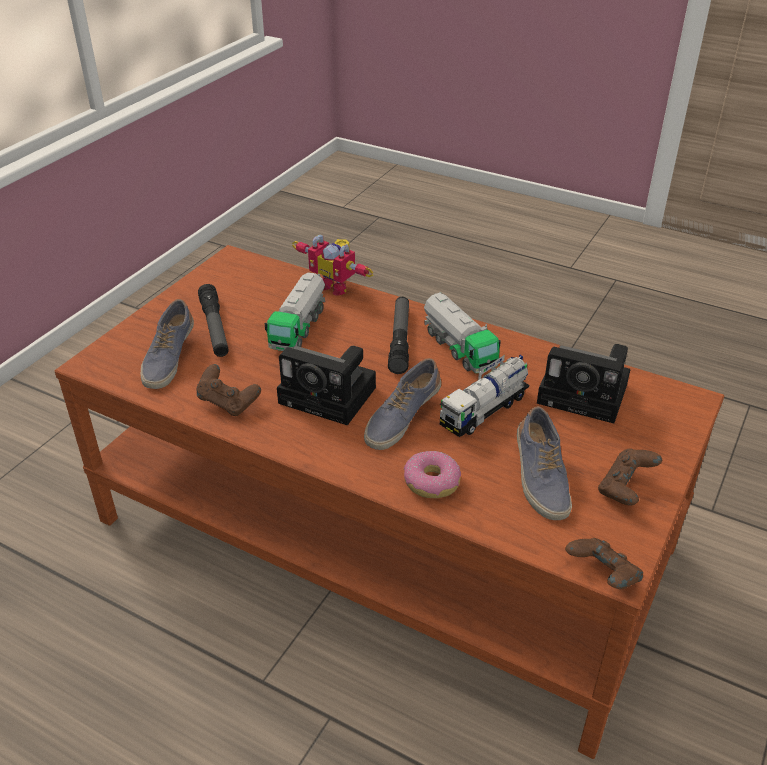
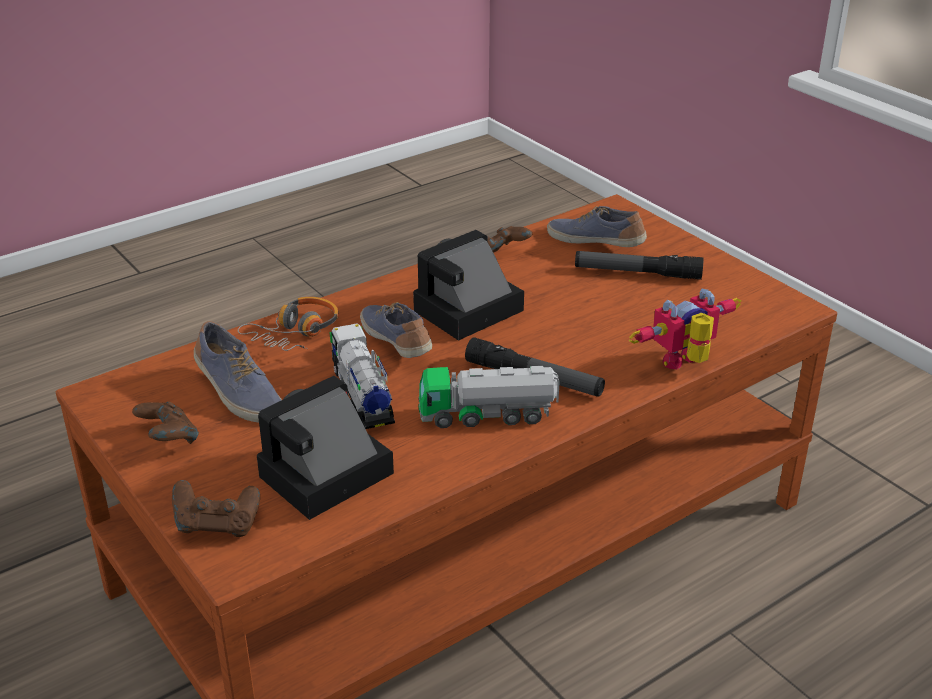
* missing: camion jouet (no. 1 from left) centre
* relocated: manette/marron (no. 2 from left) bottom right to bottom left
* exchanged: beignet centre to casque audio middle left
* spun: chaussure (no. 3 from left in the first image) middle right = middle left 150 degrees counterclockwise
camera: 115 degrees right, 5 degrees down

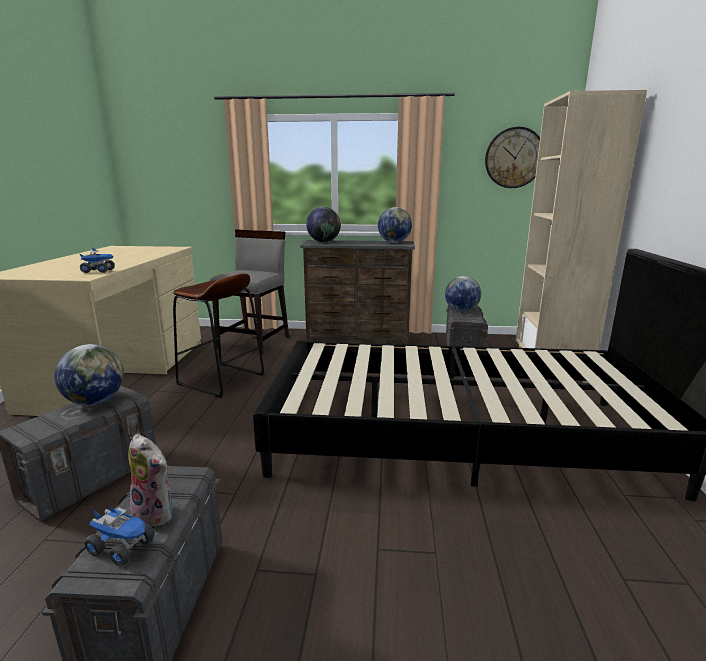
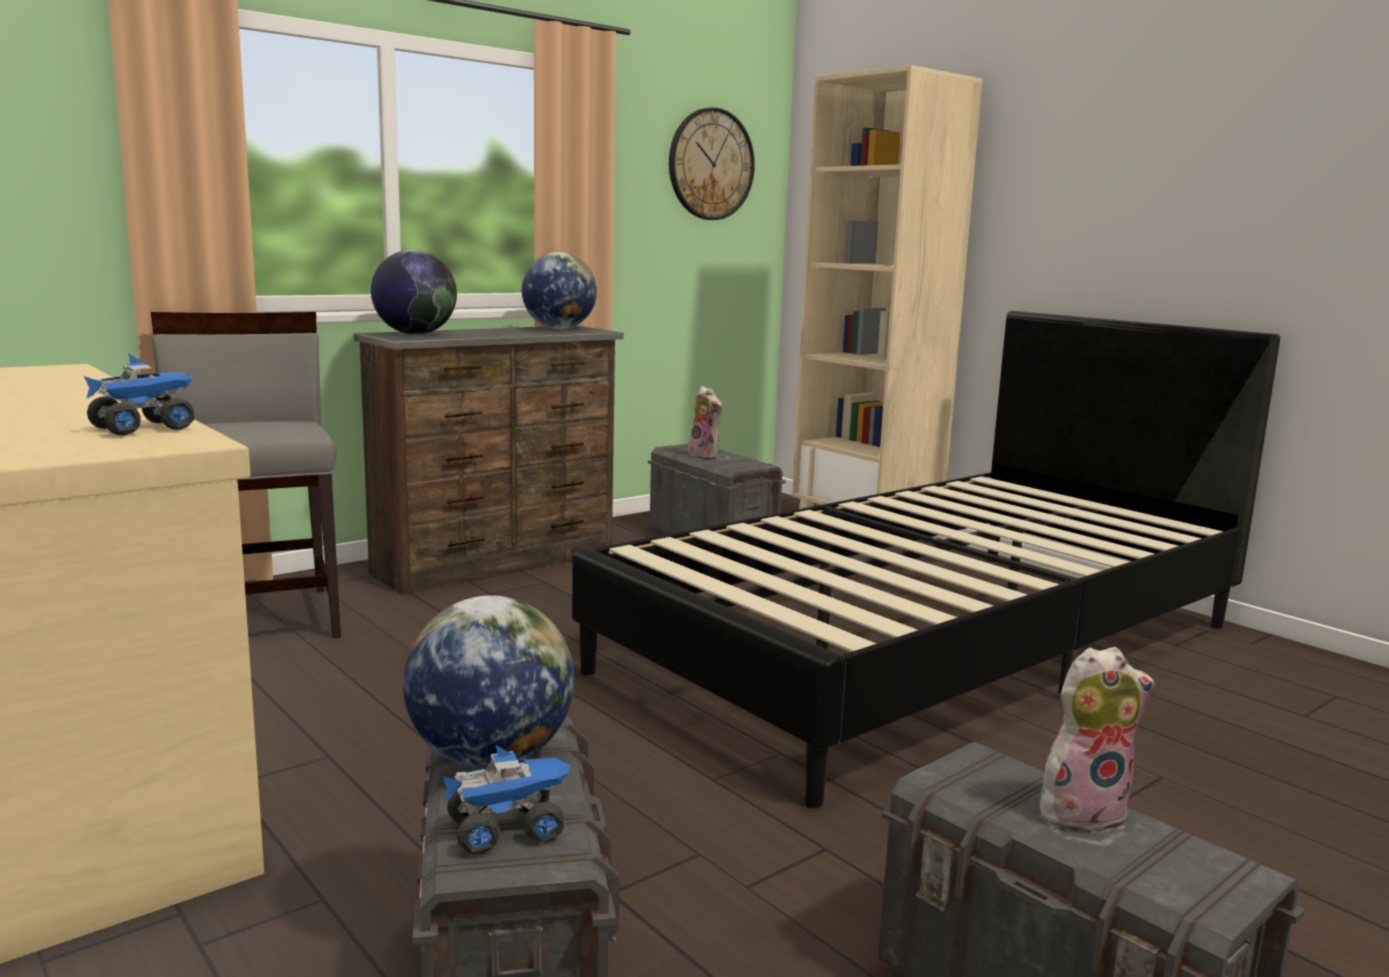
* missing: tabouret/marron middle left
* relocated: camion jouet (no. 2 from left) bottom left to bottom centre
* exchanged: globe (no. 4 from left) centre to peluche (no. 1 from left) centre
camera: 45 degrees left, 5 degrees down

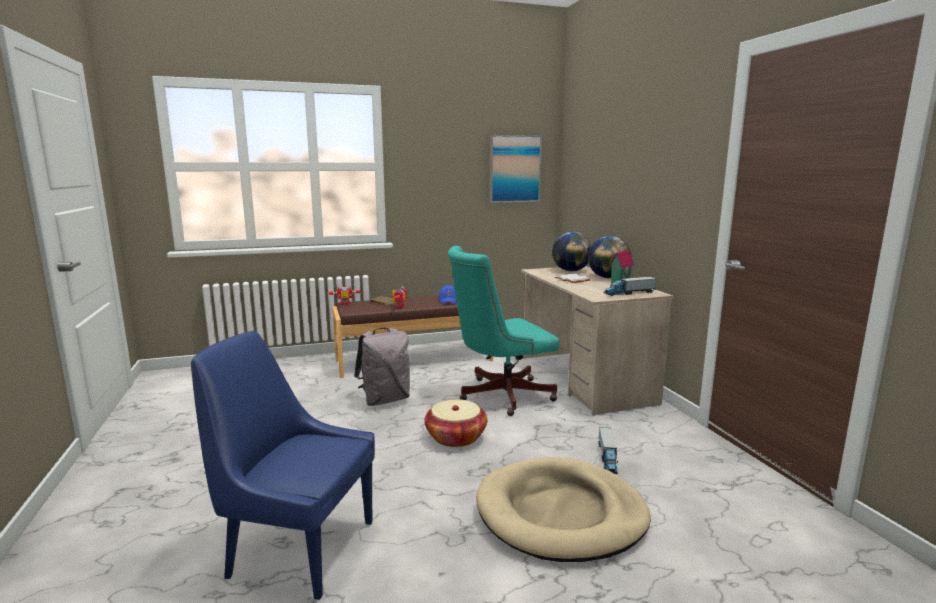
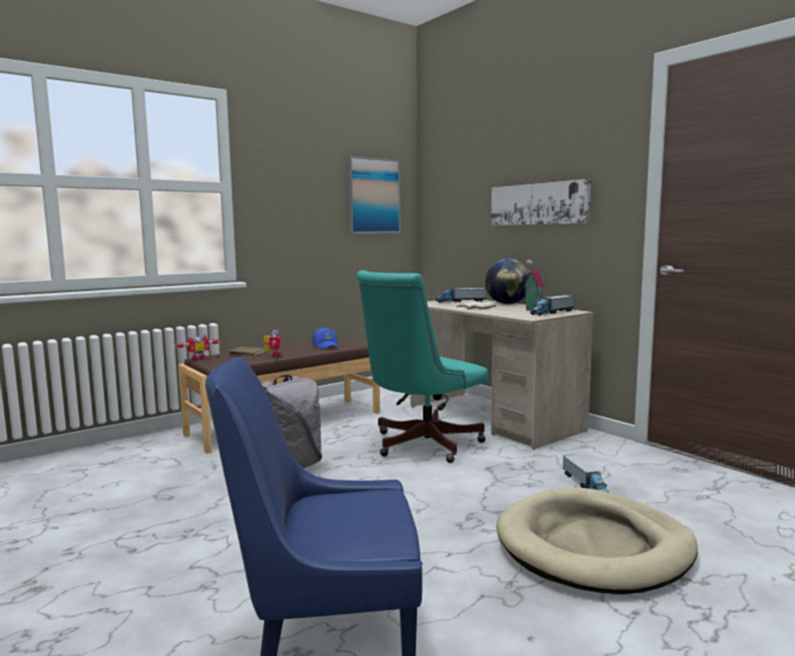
* missing: panier bottom centre
* appeared: tableau (no. 2 from left) top right
* exchanged: globe (no. 1 from left) centre to camion jouet (no. 1 from left) centre
camera: 20 degrees left, 5 degrees down

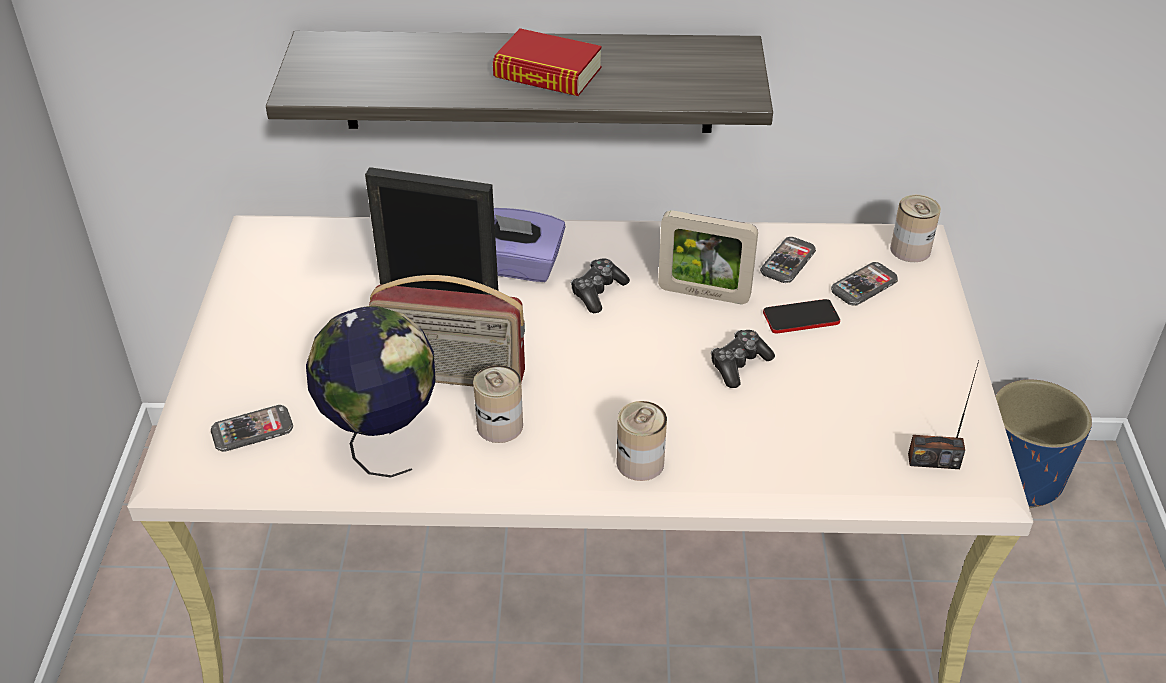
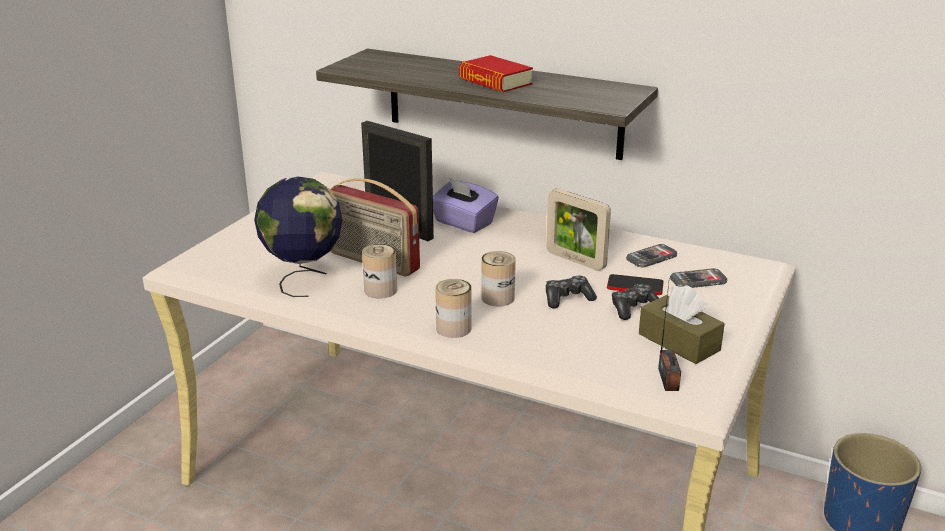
* missing: téléphone (no. 1 from left) middle left
* appeared: boîte à mouchoirs/marron middle right
* relocated: manette (no. 1 from left in the first image) centre to manette (no. 2 from left) middle right
* relocated: boîte métallique (no. 3 from left) middle right to centre
* spun: radio (no. 2 from left) middle right = middle right 120 degrees counterclockwise
camera: 25 degrees right, 15 degrees down

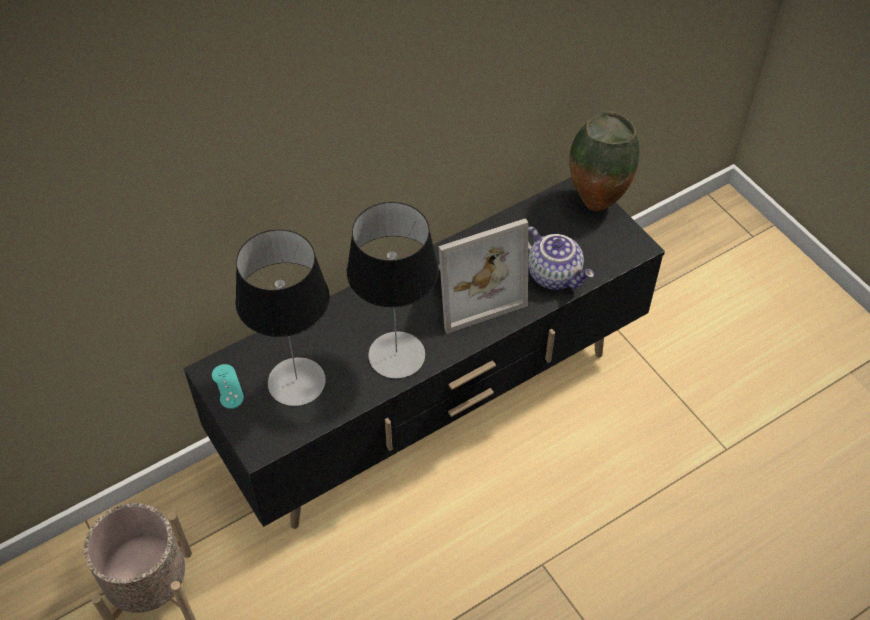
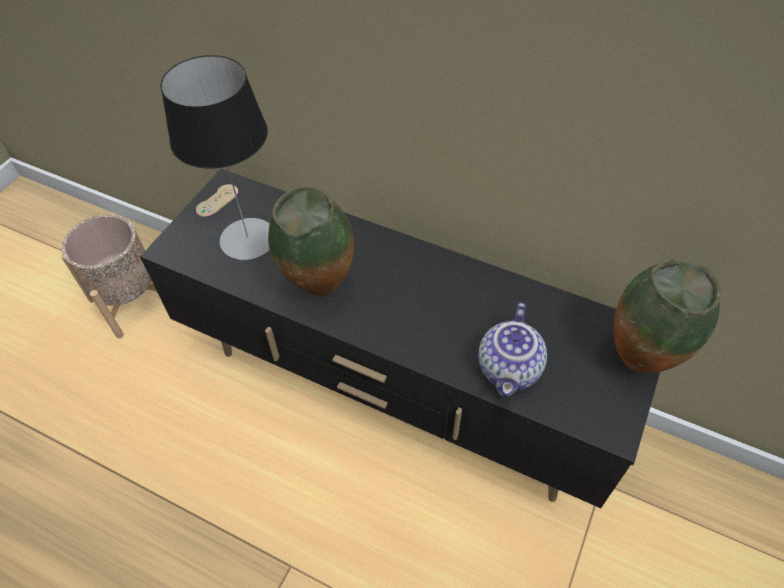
* missing: cadre photo centre
* exchanged: lampe de table (no. 2 from left) centre to vase (no. 1 from left) centre
* colour: manette/turquoise middle left to manette/beige middle left
camera: 60 degrees right, 0 degrees up

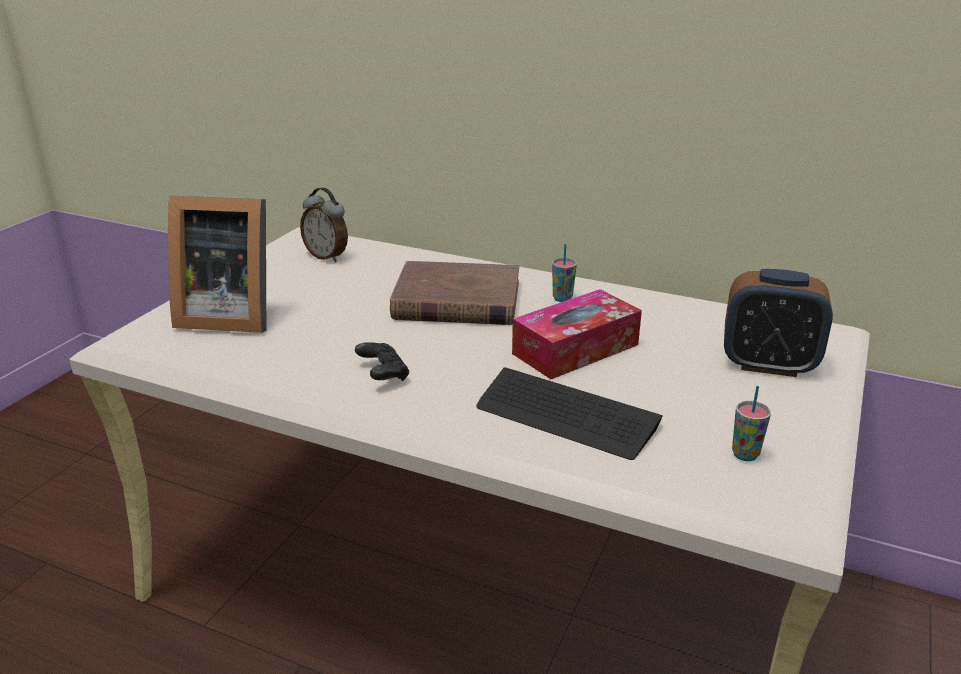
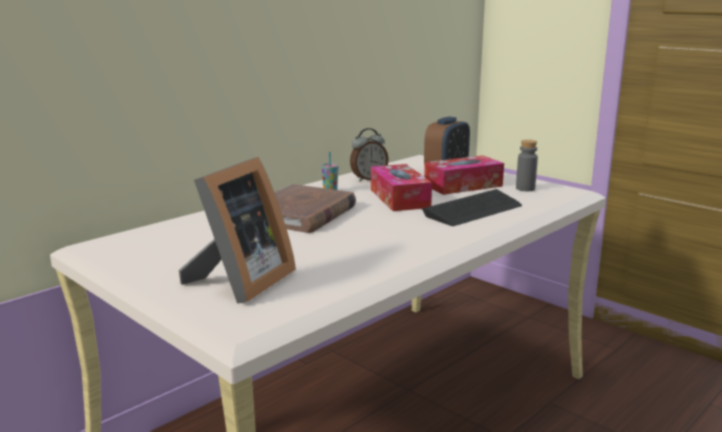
* missing: manette/noir centre
* appeared: boîte à mouchoirs (no. 2 from left) centre
* relocated: réveil (no. 1 from left) top centre to centre
* exchanged: tasse (no. 2 from left) middle right to bouteille/gris middle right
camera: 70 degrees left, 10 degrees down

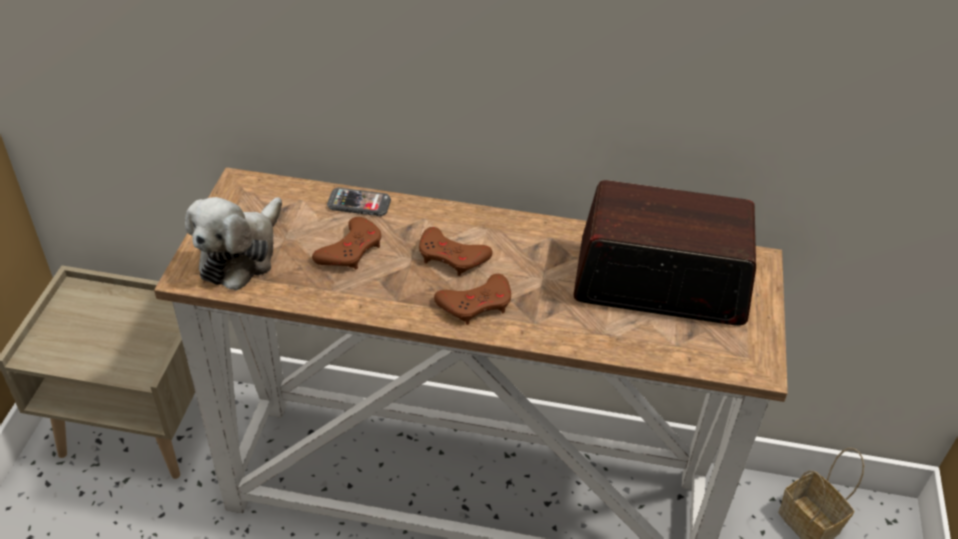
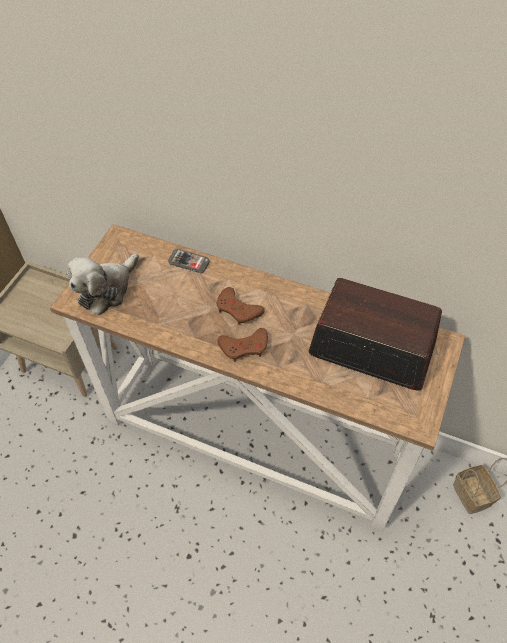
* missing: manette/marron (no. 1 from left) centre
camera: 15 degrees right, 10 degrees up

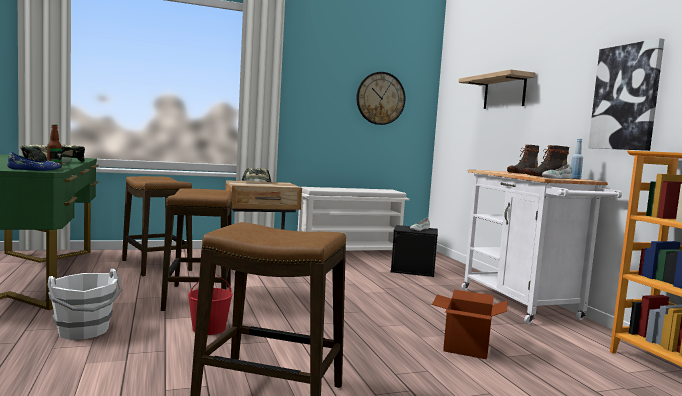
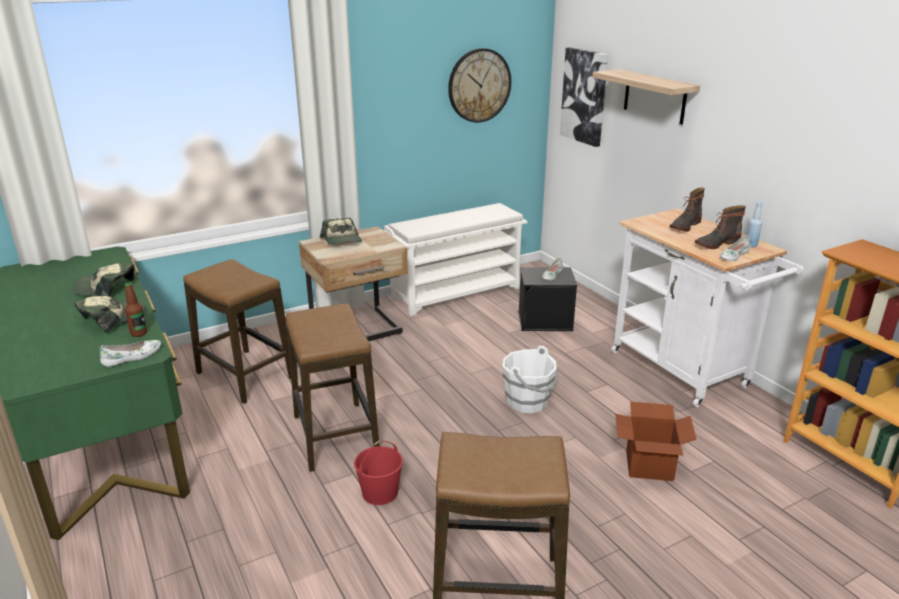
* relocated: seau/blanc bottom left to centre
* relocated: tableau top right to top centre
* colour: chaussure/bleu middle left to chaussure/blanc (no. 1 from left) middle left
camera: 10 degrees left, 20 degrees up

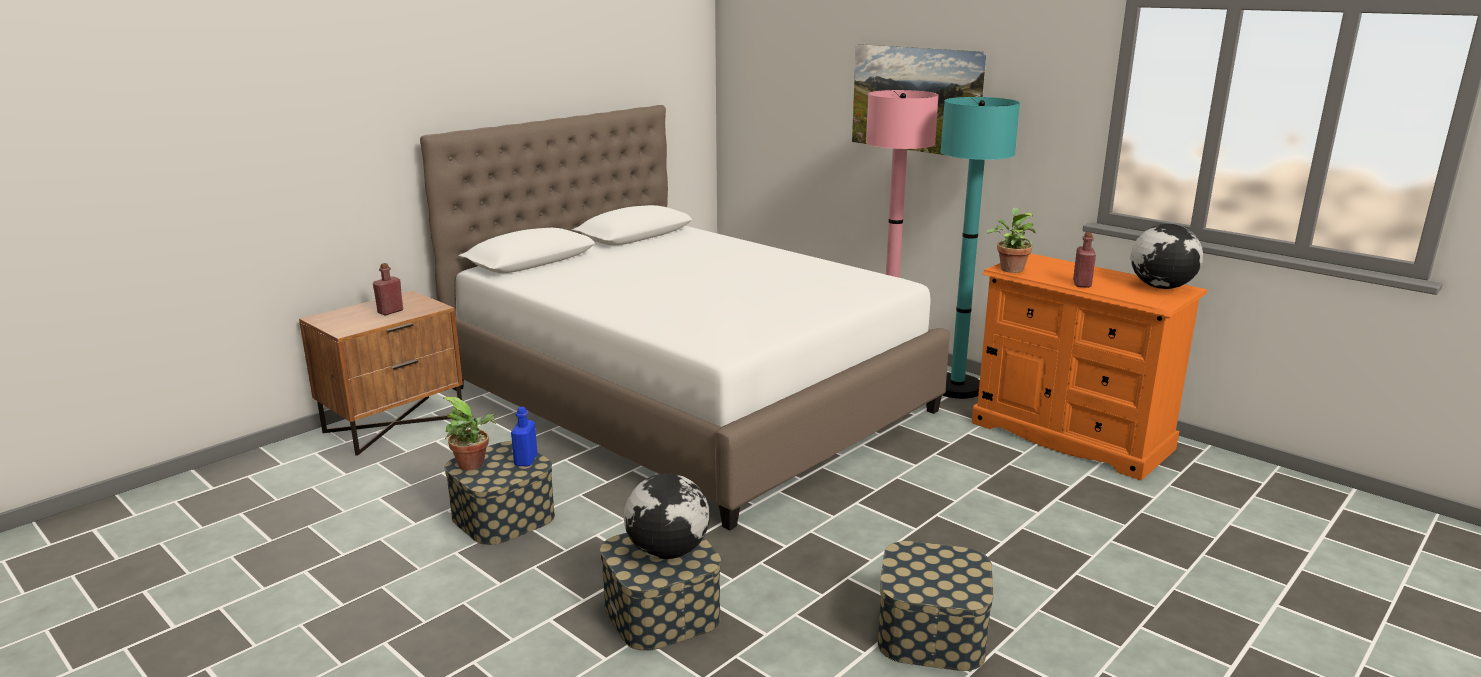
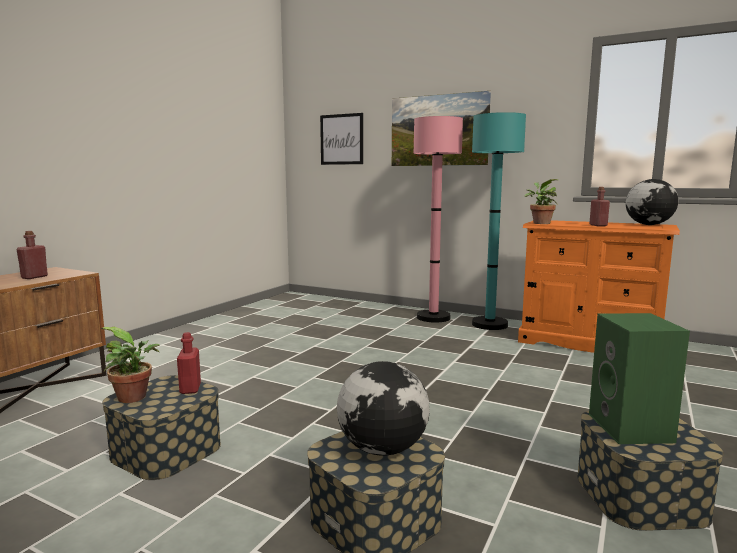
* missing: lit/blanc centre
* appeared: tableau (no. 1 from left) top centre
* appeared: enceinte/vert bottom right
* colour: bouteille/bleu centre to bouteille/rouge (no. 2 from left) middle left
camera: 15 degrees left, 10 degrees down

